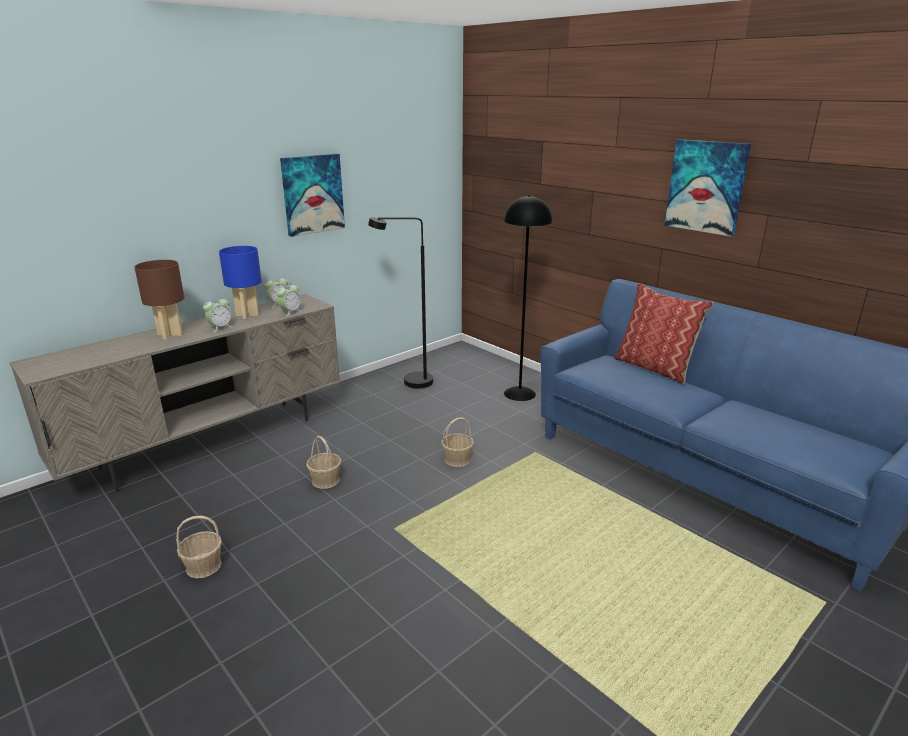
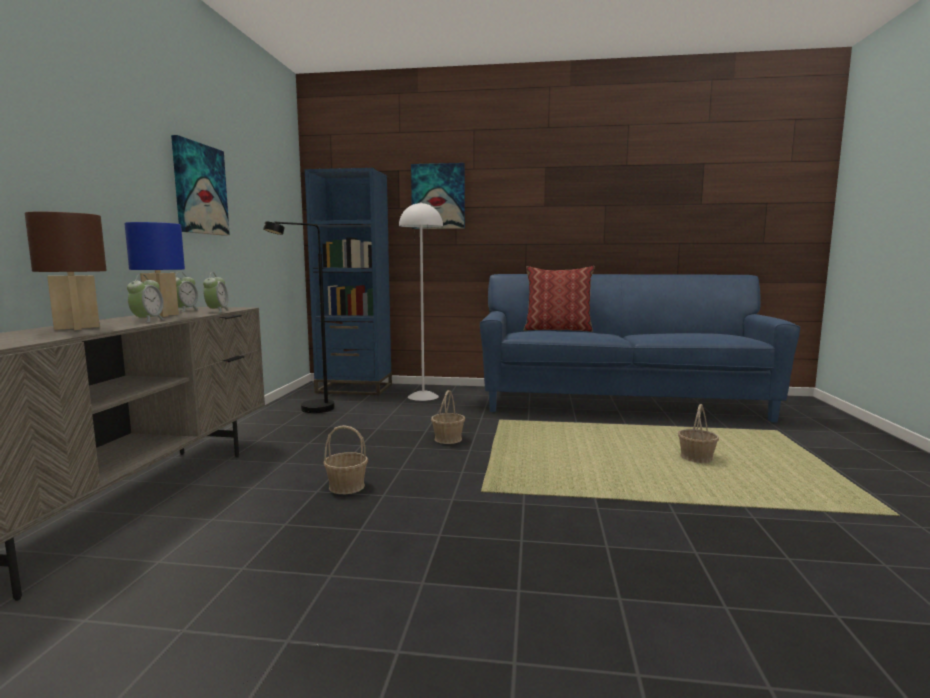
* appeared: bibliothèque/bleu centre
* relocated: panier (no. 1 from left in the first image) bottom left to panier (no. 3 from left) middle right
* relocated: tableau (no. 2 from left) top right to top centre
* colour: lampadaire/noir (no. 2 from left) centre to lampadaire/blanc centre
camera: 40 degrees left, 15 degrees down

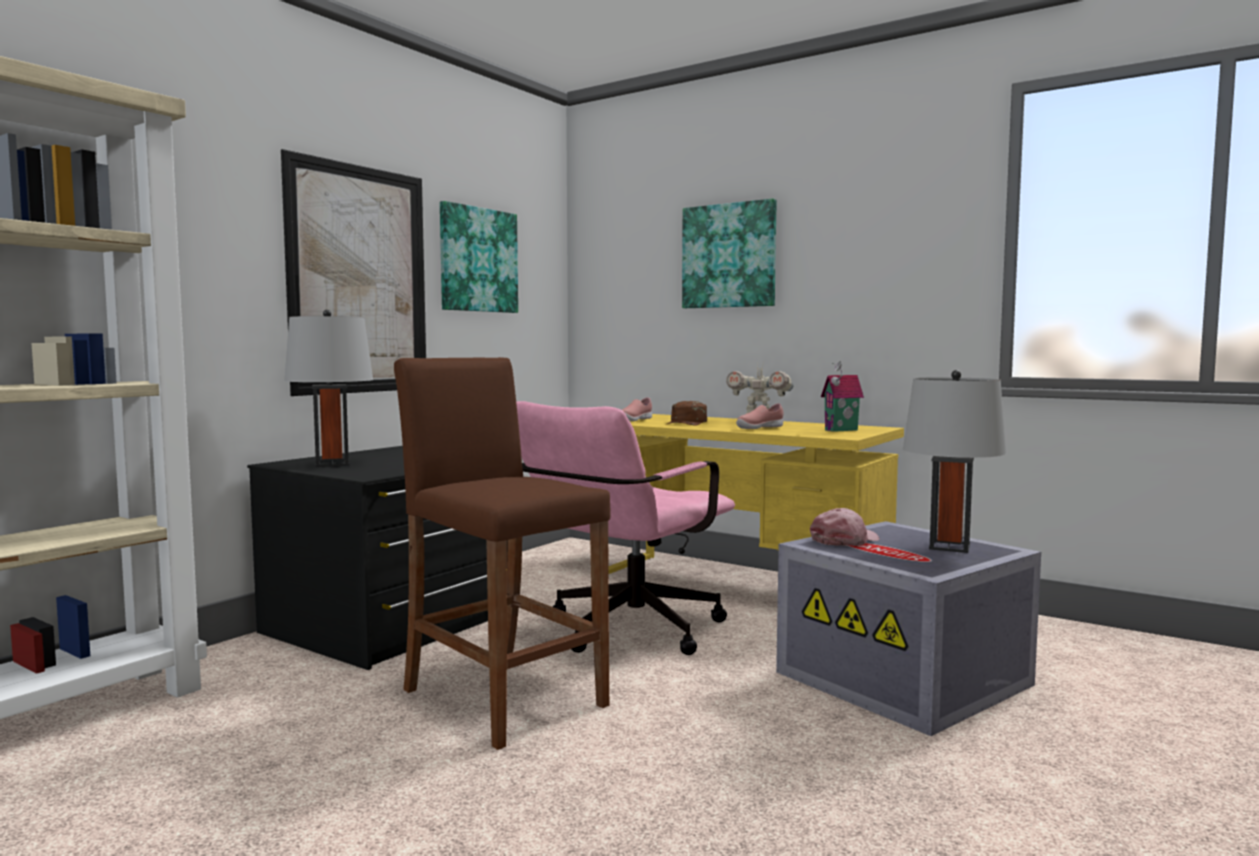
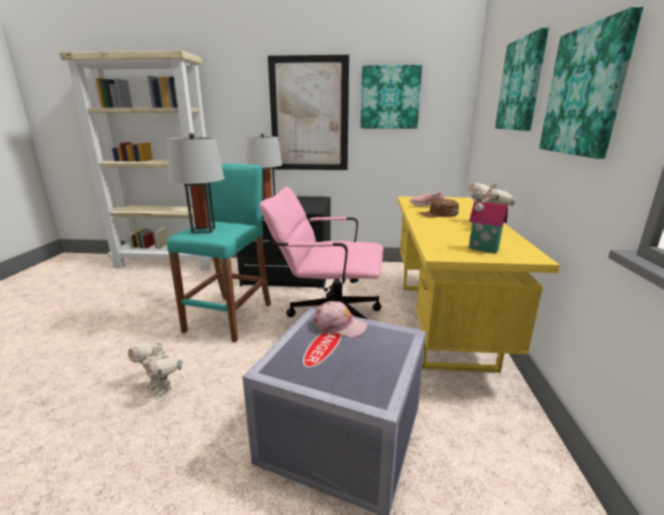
* missing: chaussure/rose (no. 2 from left) centre
* appeared: robot jouet (no. 1 from left) bottom left
* appeared: tableau (no. 4 from left) top right
* relocated: lampe de table/gris (no. 2 from left in the first image) middle right to lampe de table/gris (no. 1 from left) middle left
* colour: tabouret/marron centre to tabouret/turquoise middle left
camera: 60 degrees right, 15 degrees up

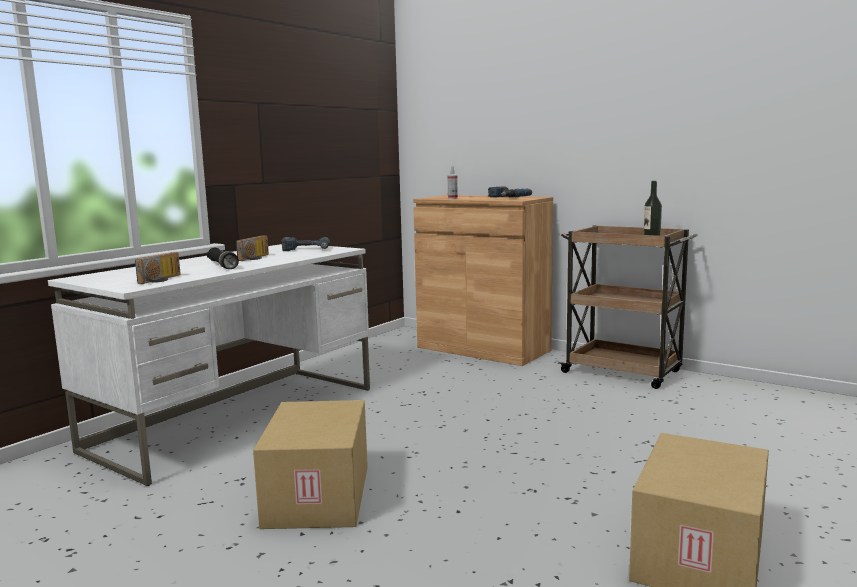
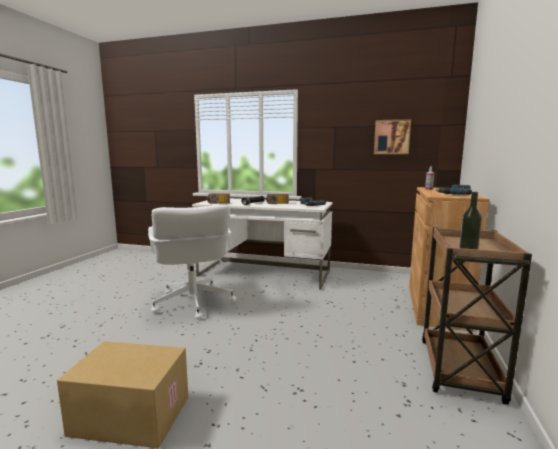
* appeared: tableau top right
* exchanged: carton (no. 1 from left) bottom centre to chaise de bureau/blanc centre
camera: 70 degrees right, 0 degrees up

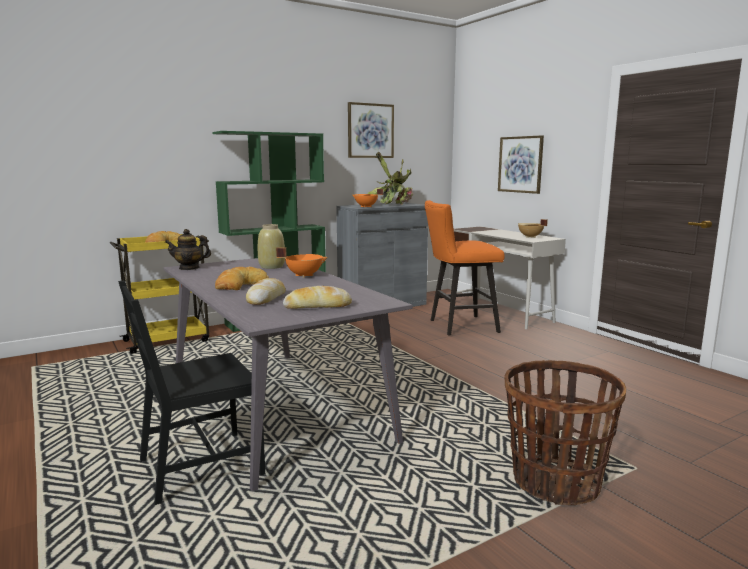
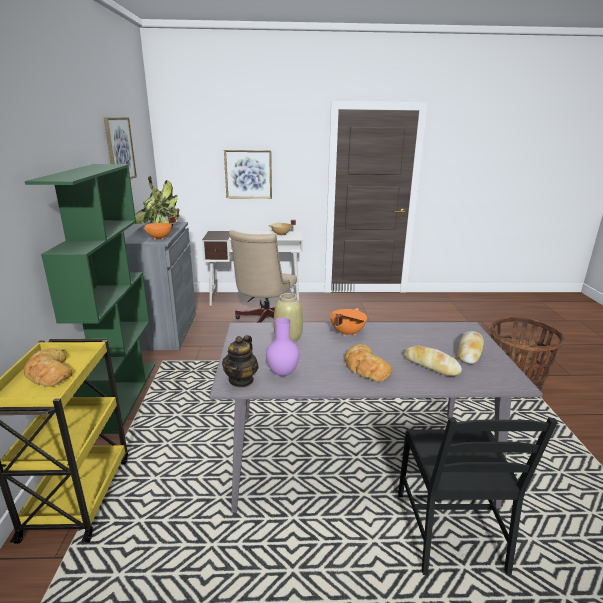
* appeared: vase/violet centre
* exchanged: tabouret/orange centre to chaise de bureau/beige centre
camera: 60 degrees left, 10 degrees up

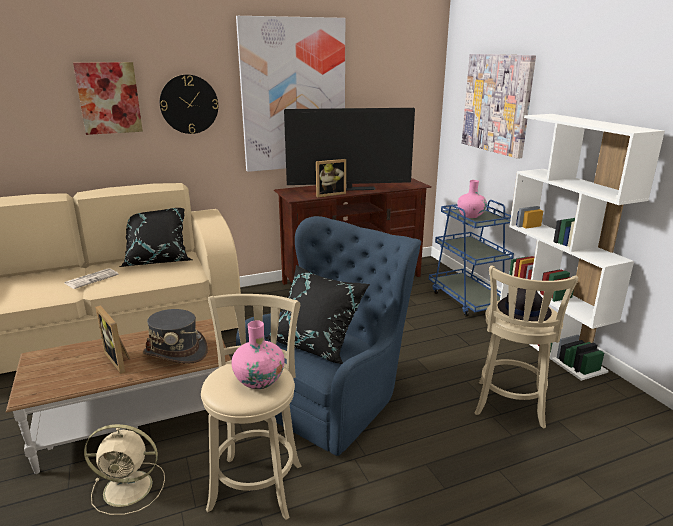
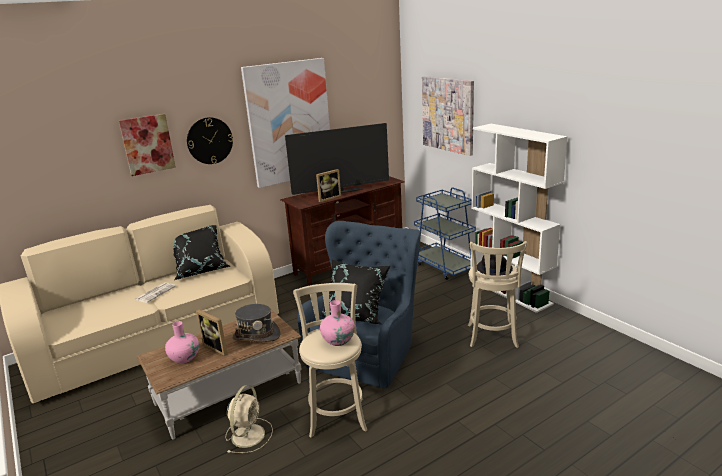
* relocated: vase/rose (no. 2 from left in the first image) middle right to vase/rose (no. 1 from left) bottom left
* spun: ventilateur/beige bottom left = bottom centre 60 degrees counterclockwise
camera: 10 degrees left, 0 degrees up

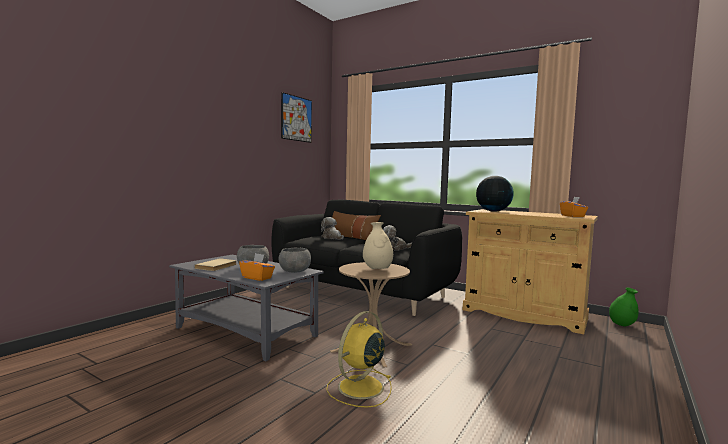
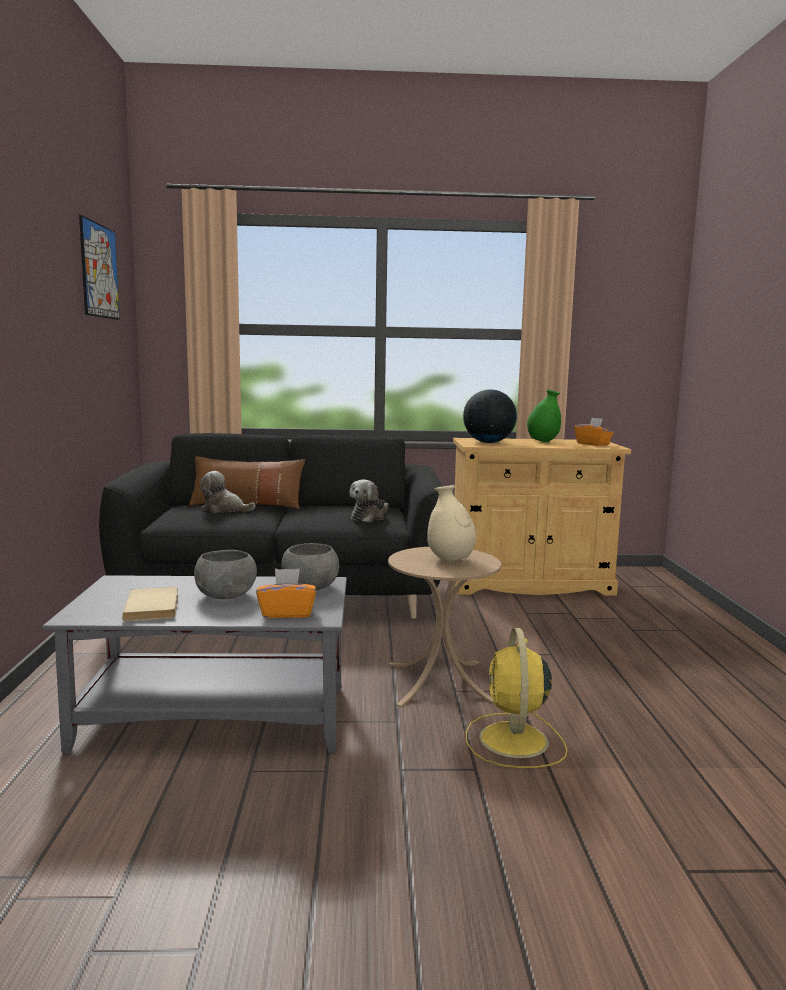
* relocated: vase/vert bottom right to middle right
camera: 35 degrees left, 5 degrees up

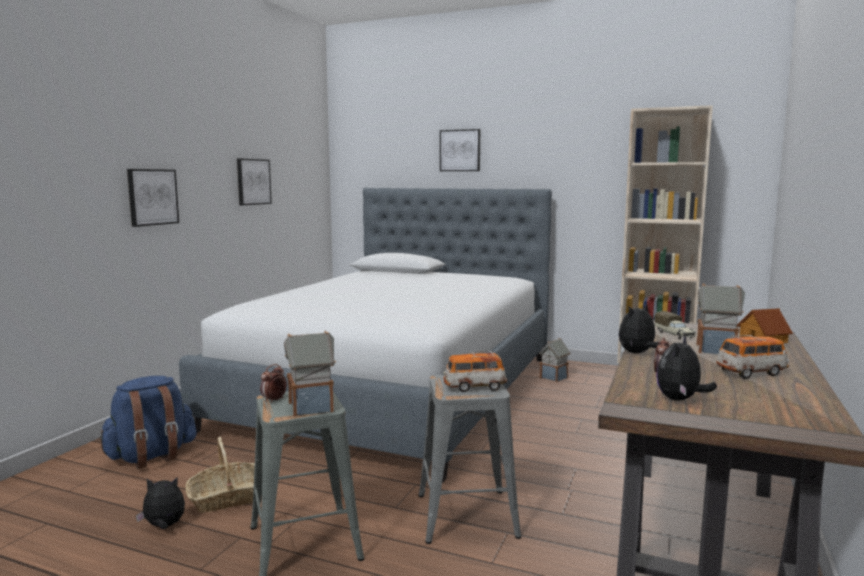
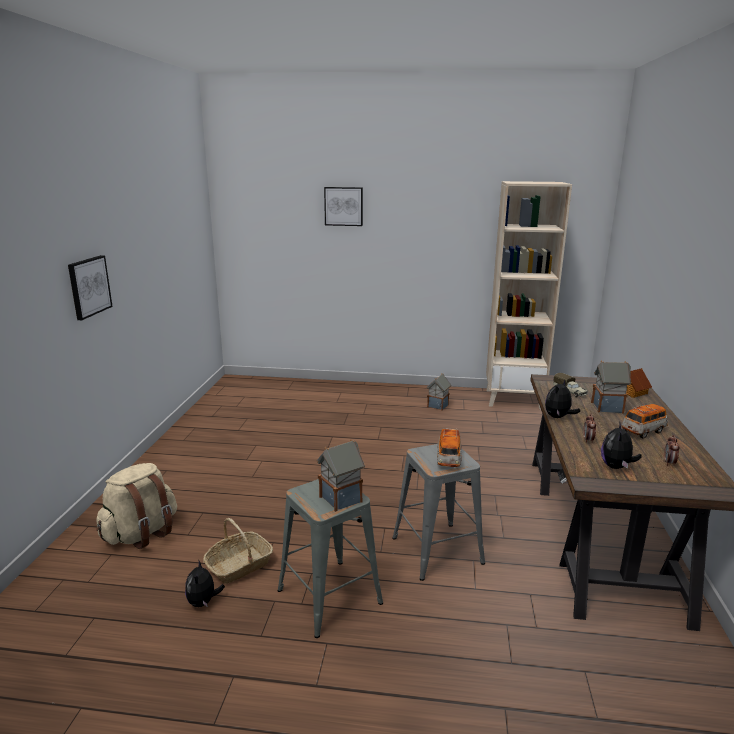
* missing: lit centre
* missing: tableau (no. 2 from left) top left
* relocated: réveil (no. 1 from left in the first image) middle left to réveil (no. 2 from left) middle right
* colour: sac à dos/bleu bottom left to sac à dos/beige bottom left
* spun: peluche (no. 1 from left) bottom left = bottom left 75 degrees counterclockwise
* spun: petite voiture (no. 1 from left) centre = centre 60 degrees counterclockwise
camera: 15 degrees left, 10 degrees up

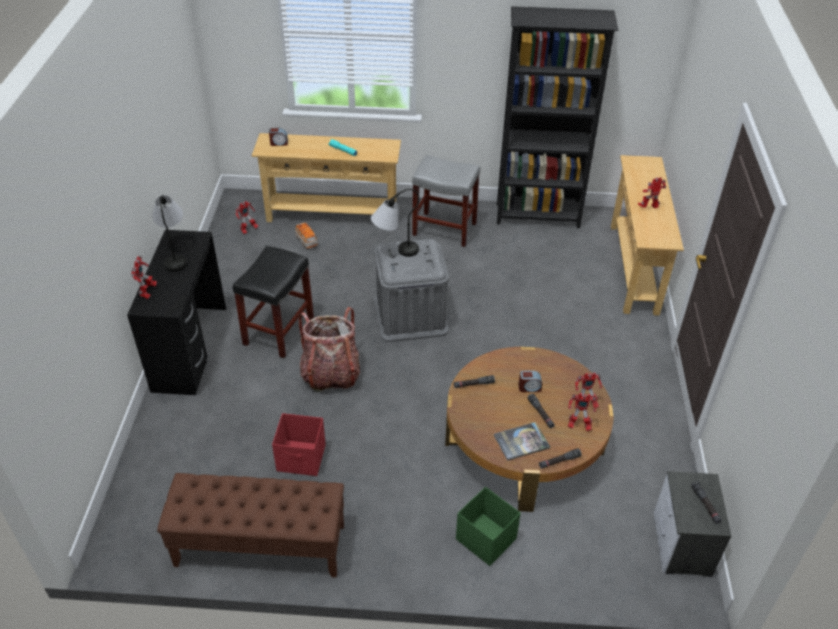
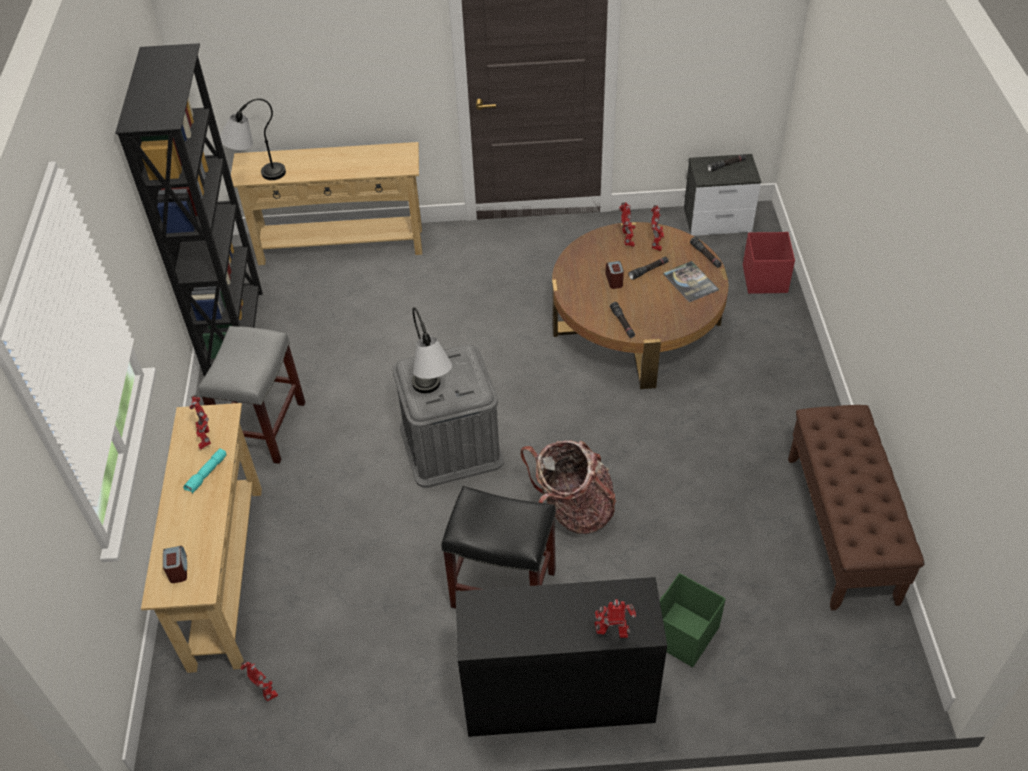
* missing: petite voiture centre
* relocated: lampe de table (no. 1 from left) middle left to top left
* relocated: boîte de rangement/rouge bottom centre to middle right
* relocated: boîte de rangement/vert bottom centre to bottom right
* relocated: robot jouet (no. 5 from left in the first image) top right to robot jouet (no. 1 from left) middle left
camera: 95 degrees left, 5 degrees up

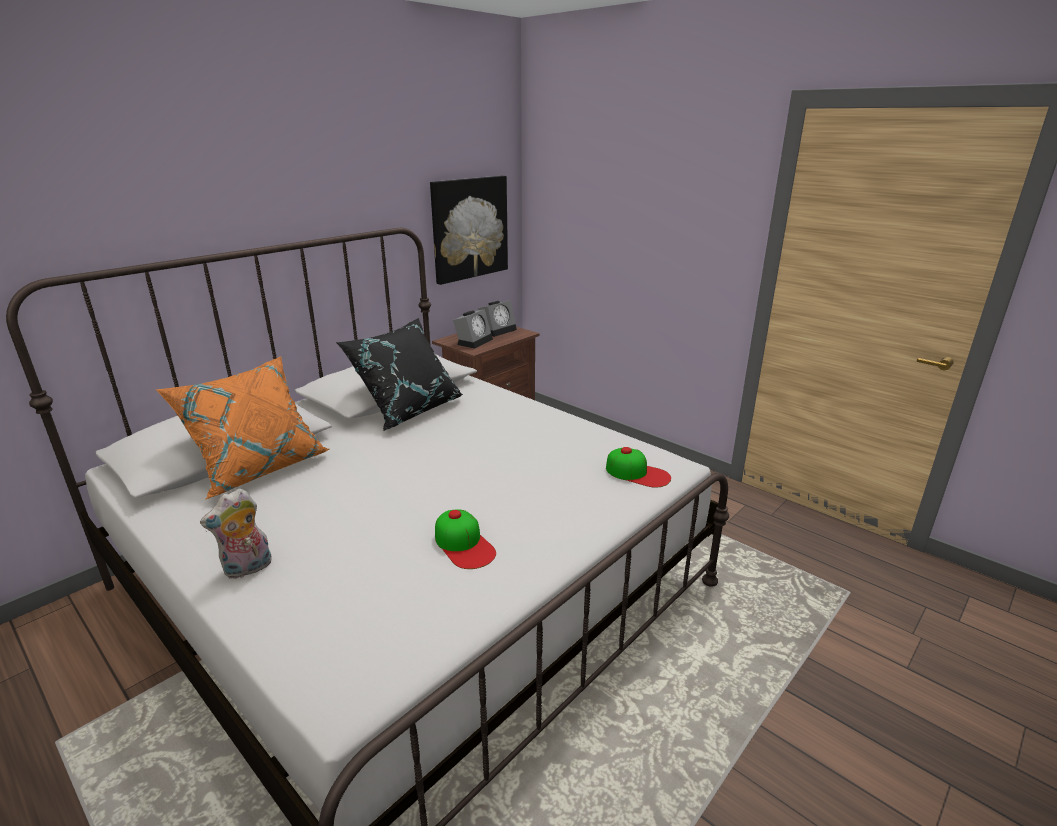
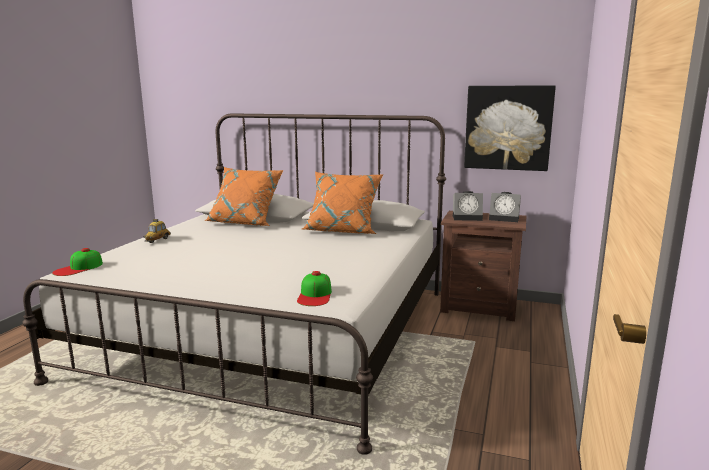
* relocated: casquette (no. 1 from left) centre to middle left
* exchanged: peluche middle left to petite voiture middle left
* colour: coussin/noir centre to coussin/orange (no. 2 from left) centre
camera: 65 degrees right, 10 degrees down

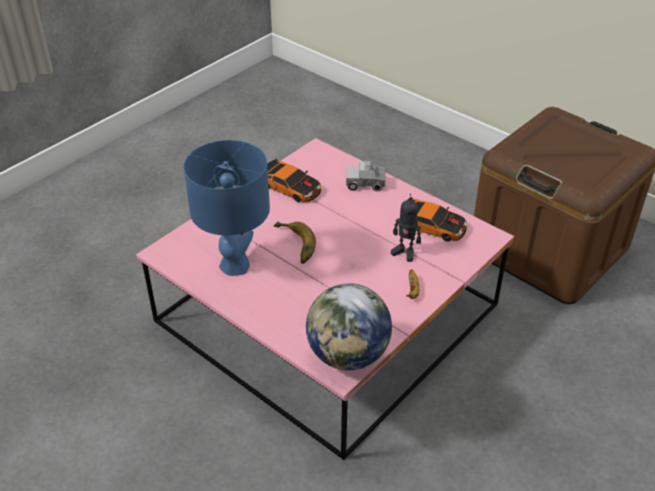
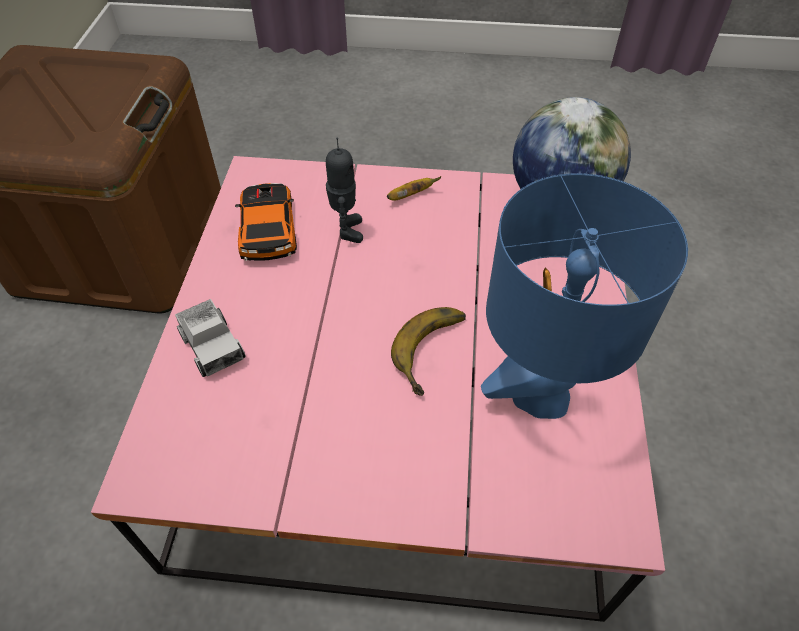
* missing: petite voiture (no. 1 from left) centre
camera: 125 degrees left, 10 degrees up

